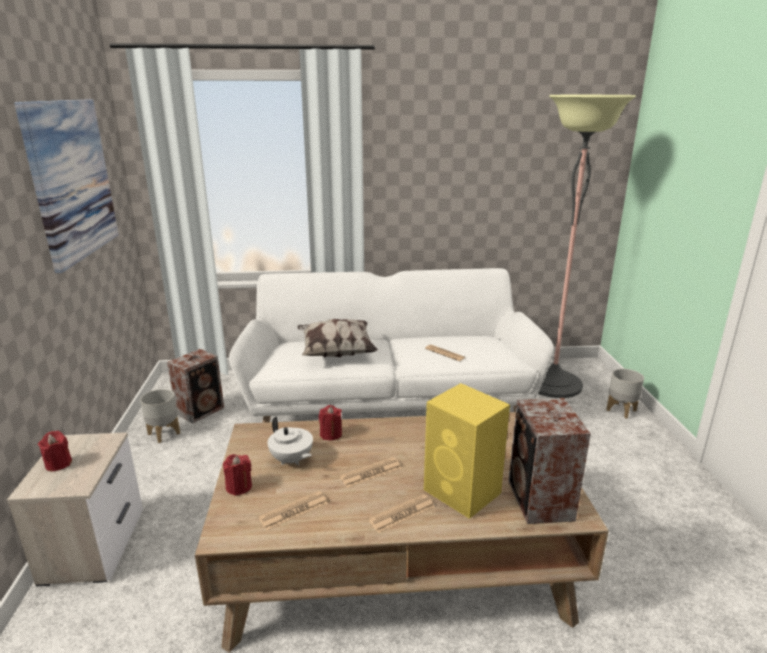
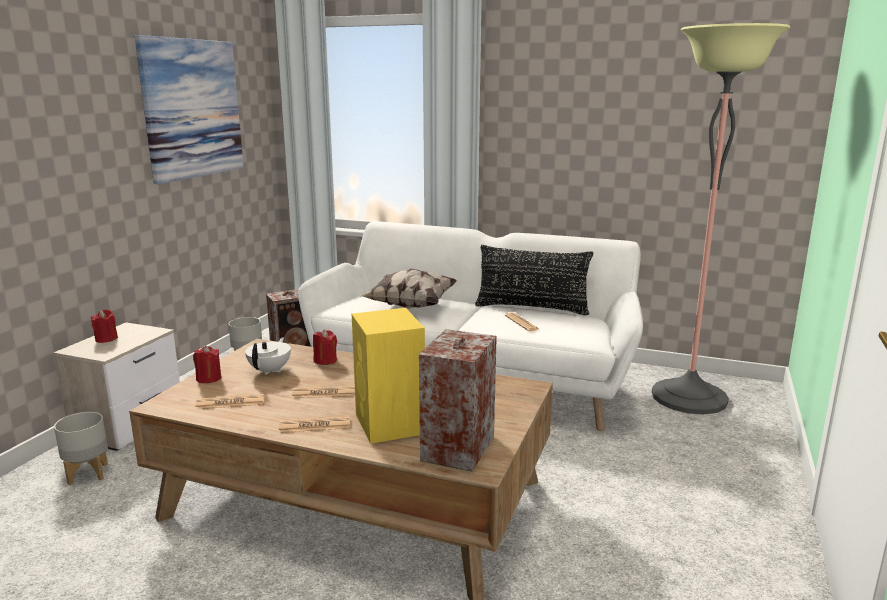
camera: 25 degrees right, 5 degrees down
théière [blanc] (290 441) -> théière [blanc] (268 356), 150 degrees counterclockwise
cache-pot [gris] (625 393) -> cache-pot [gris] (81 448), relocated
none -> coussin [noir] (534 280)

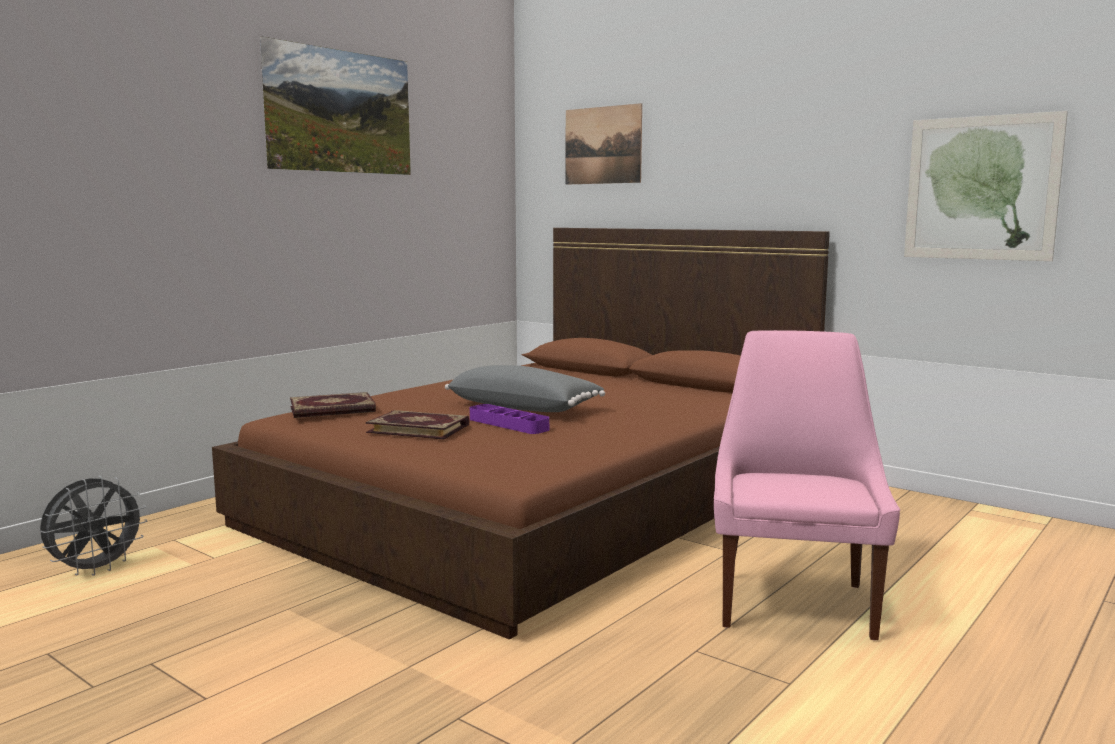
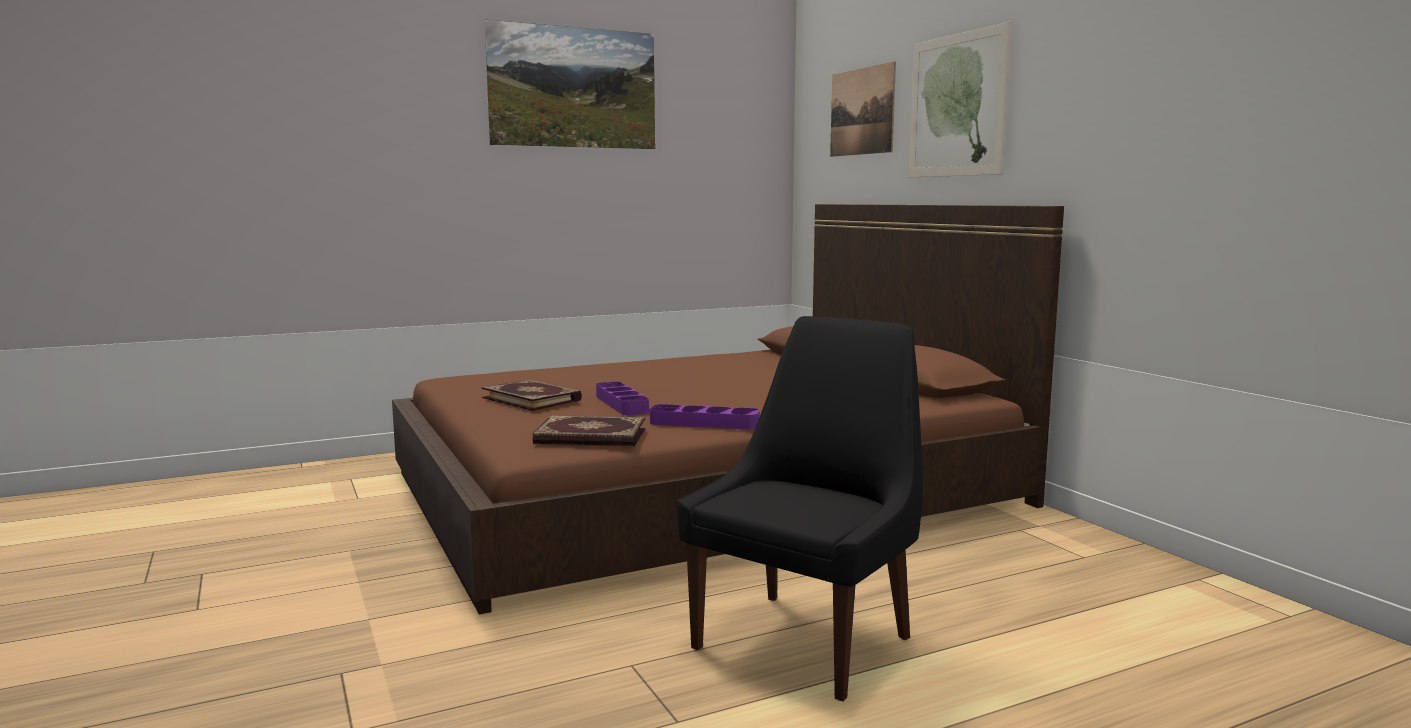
camera: 25 degrees right, 0 degrees up
ventilateur [gris] (93 526) -> none
livre (333 405) -> livre (589 430), relocated
coussin [gris] (525 388) -> none
chaise [rose] (807 485) -> chaise [noir] (800 508)
tableau (986 186) -> tableau (960 99), relocated
none -> plateau [violet] (705 417)

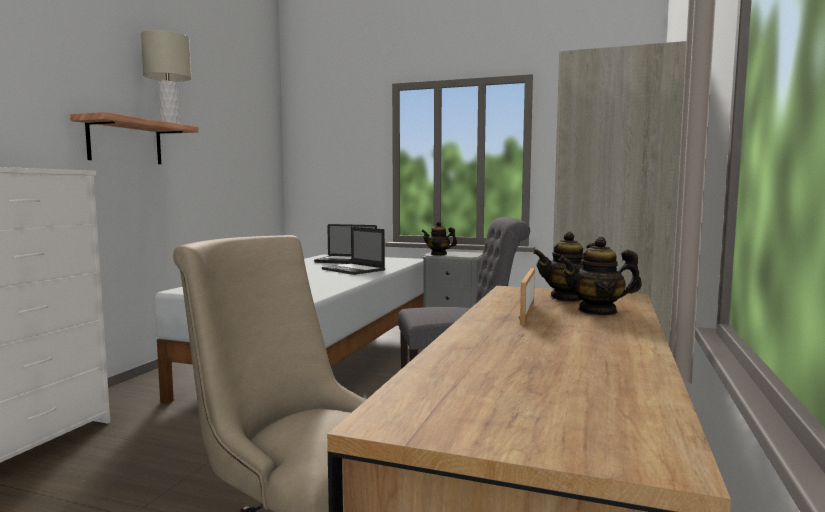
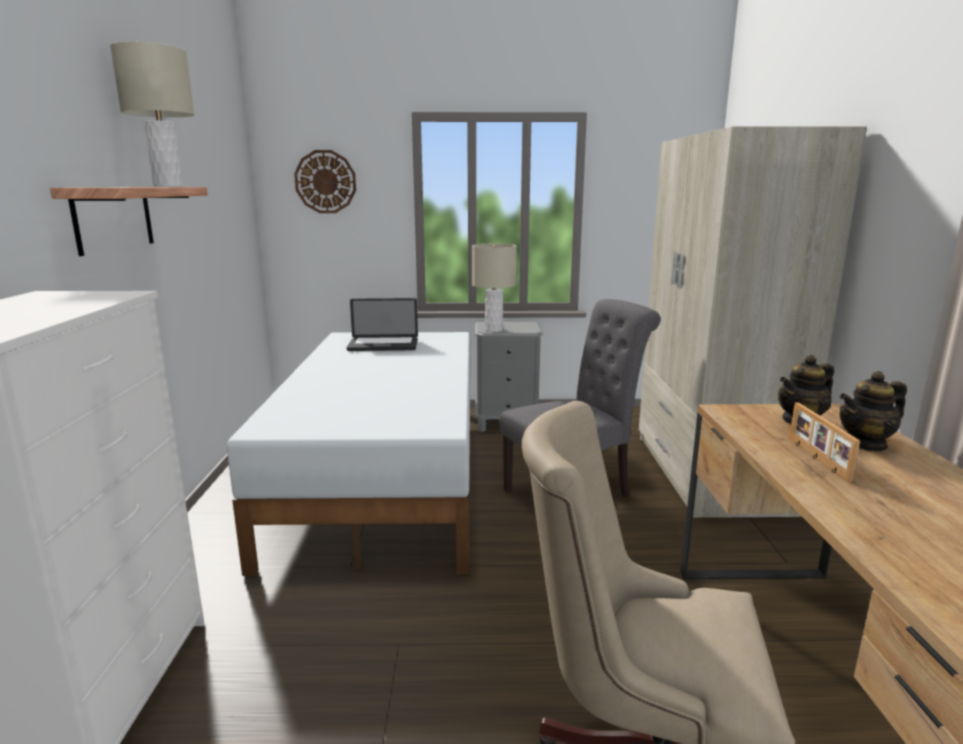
camera: 20 degrees left, 10 degrees up
ordinateur portable (353 251) -> none
théière (439 238) -> lampe de table [beige] (494 288)
none -> horloge murale (325 181)

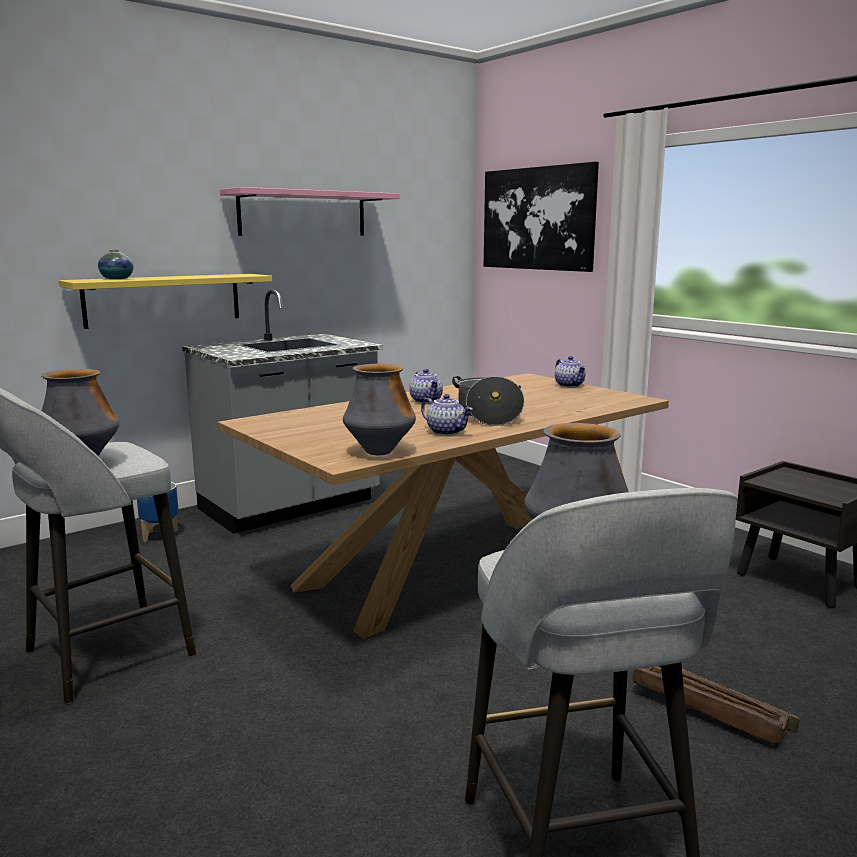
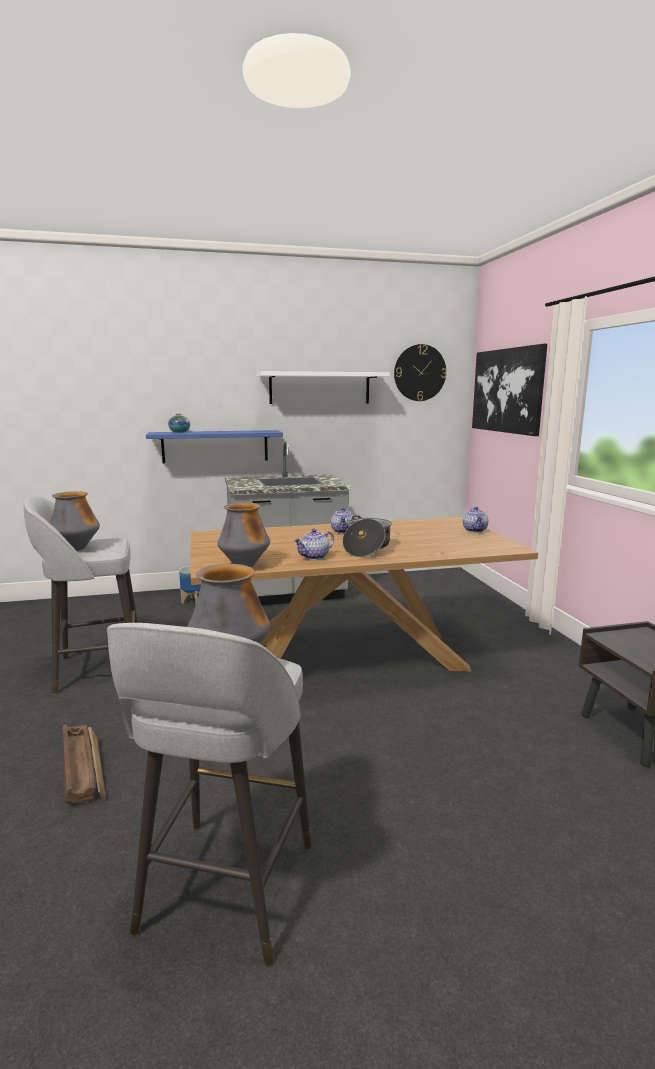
camera: 25 degrees right, 0 degrees up
étagère [jaune] (165 301) -> étagère [bleu] (214 446)
étagère [rose] (309 211) -> étagère [blanc] (323 387)
théière (447 414) -> théière (314 544), 75 degrees clockwise
caisse (716 705) -> caisse (84 764), relocated
none -> horloge murale (420 372)

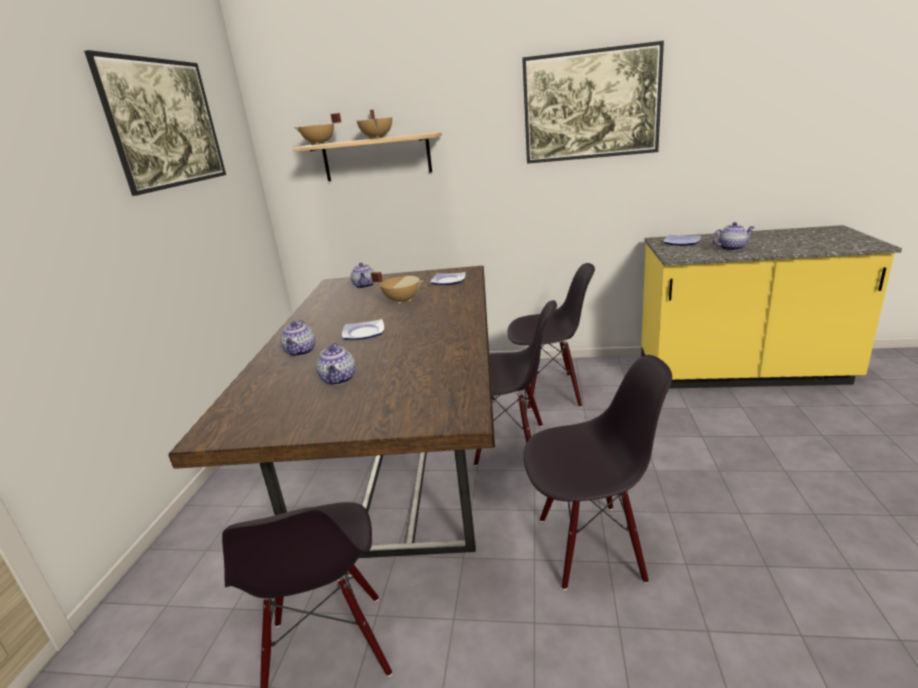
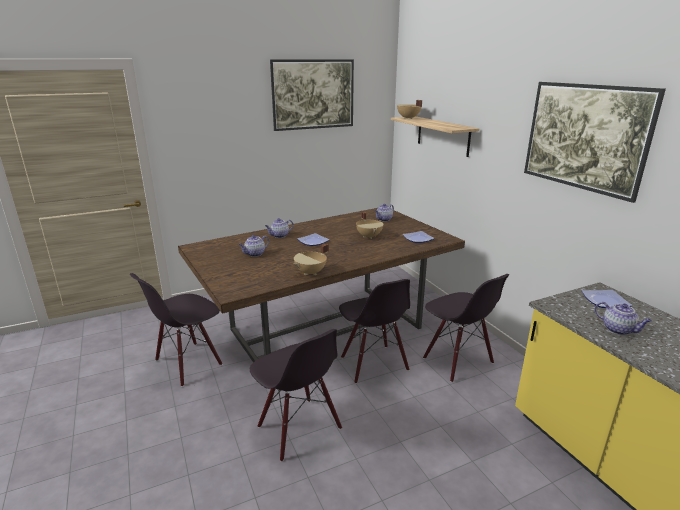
camera: 55 degrees right, 0 degrees up
marmite [beige] (375 124) -> marmite [beige] (311 259), relocated

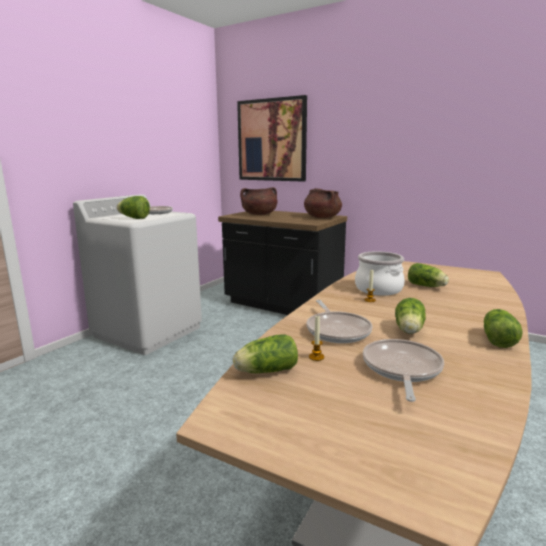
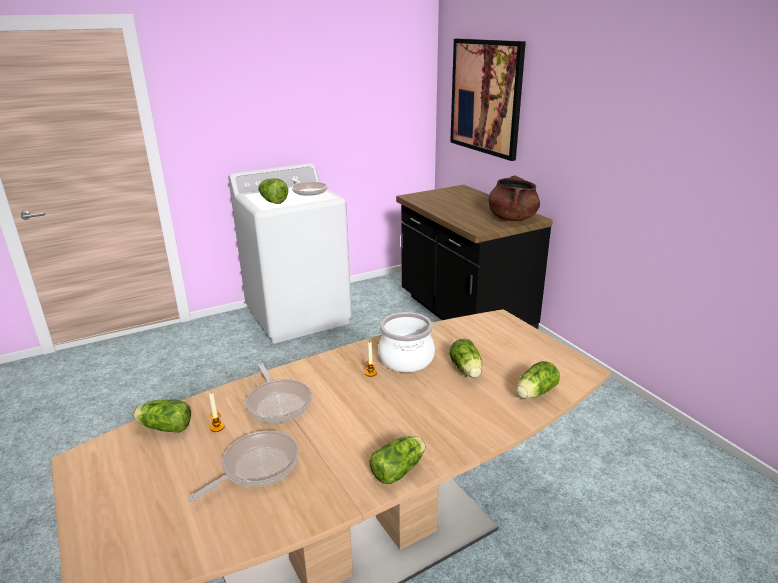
camera: 30 degrees right, 10 degrees up
marmite [marron] (259 201) -> none
poêle (339 321) -> poêle (279 393), 45 degrees counterclockwise
laitue (410 316) -> laitue (538 380), relocated

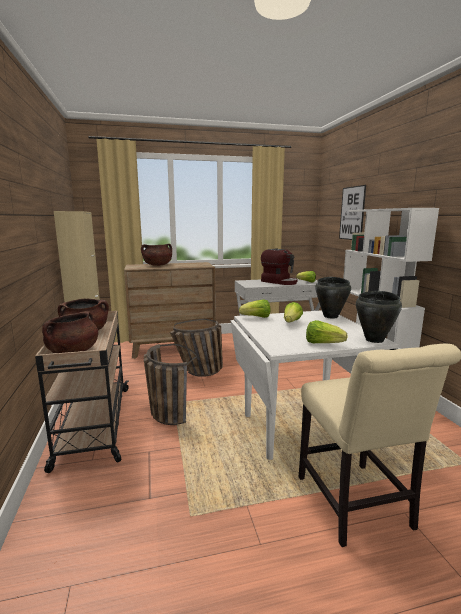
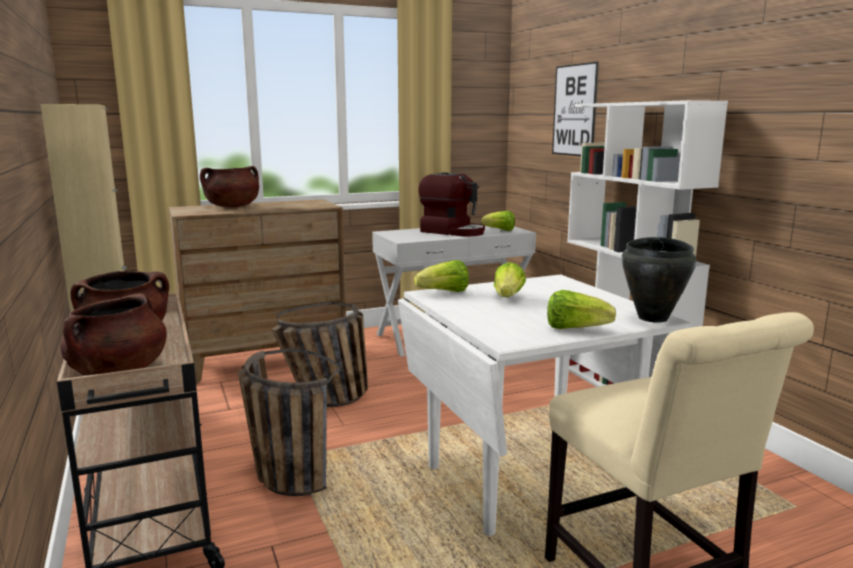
camera: 10 degrees left, 0 degrees up
marmite [noir] (333 298) -> none

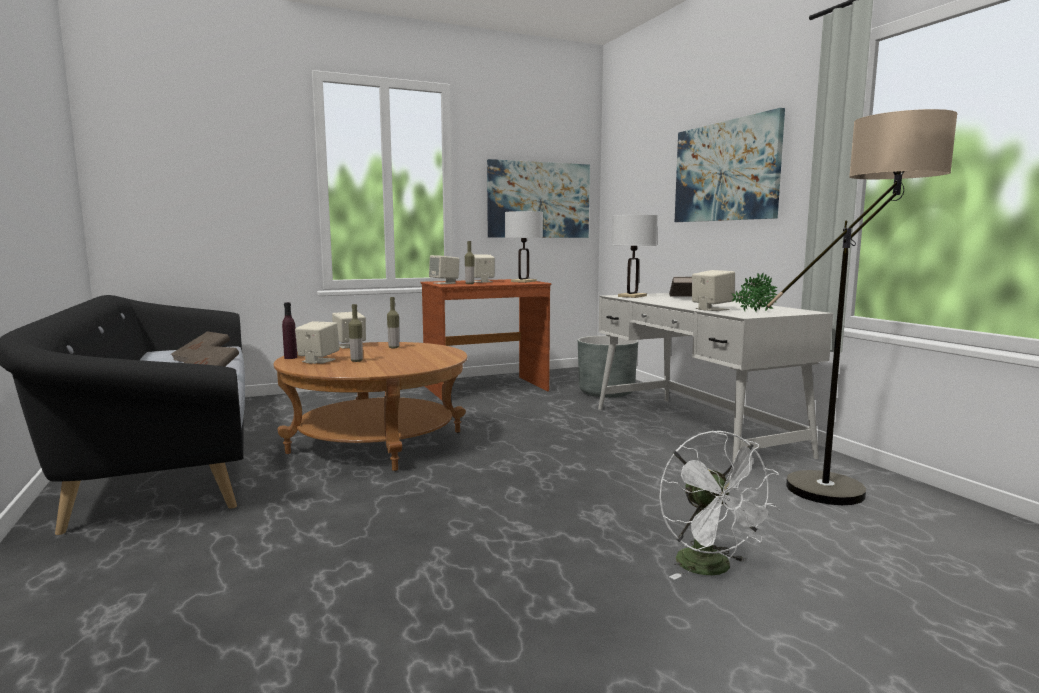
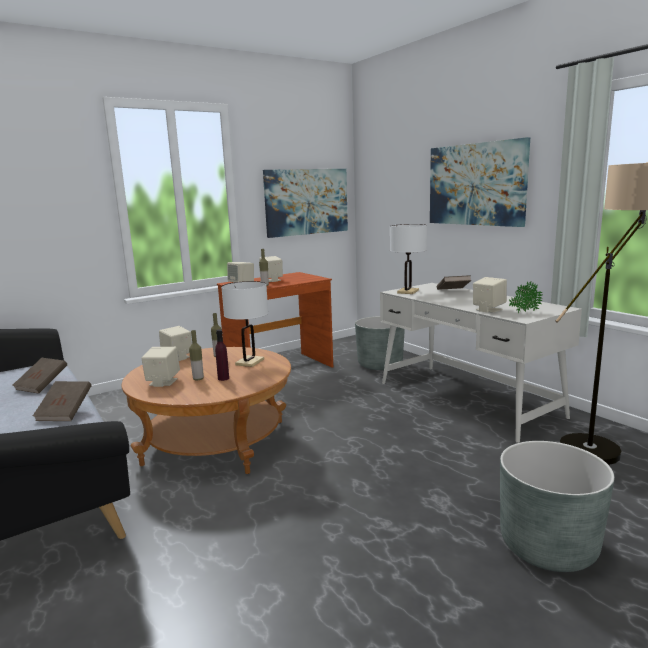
camera: 10 degrees left, 5 degrees up
bouteille [violet] (289 330) -> bouteille [violet] (222 355), relocated
lampe de table [blanc] (524 247) -> lampe de table [blanc] (244 324), relocated
ventilateur [blanc] (719 505) -> cache-pot [gris] (557 506)

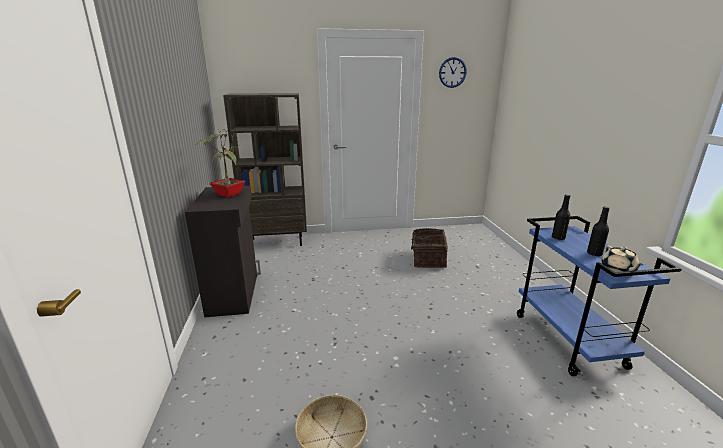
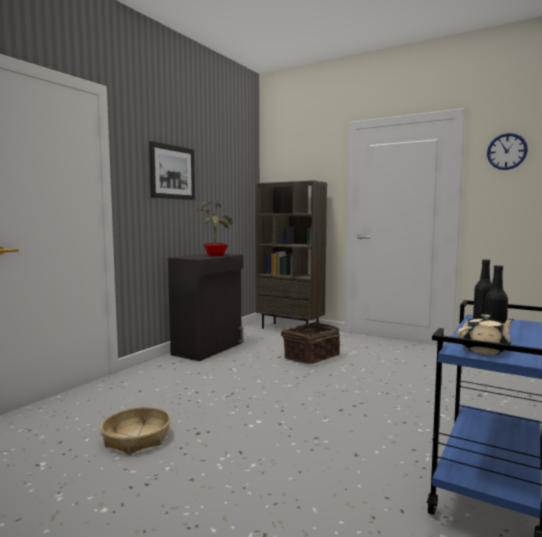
camera: 40 degrees right, 15 degrees down
panier (429 248) -> panier (309 343), relocated
théière [beige] (622 258) -> théière [beige] (485 334), 150 degrees counterclockwise
none -> tableau (172 170)

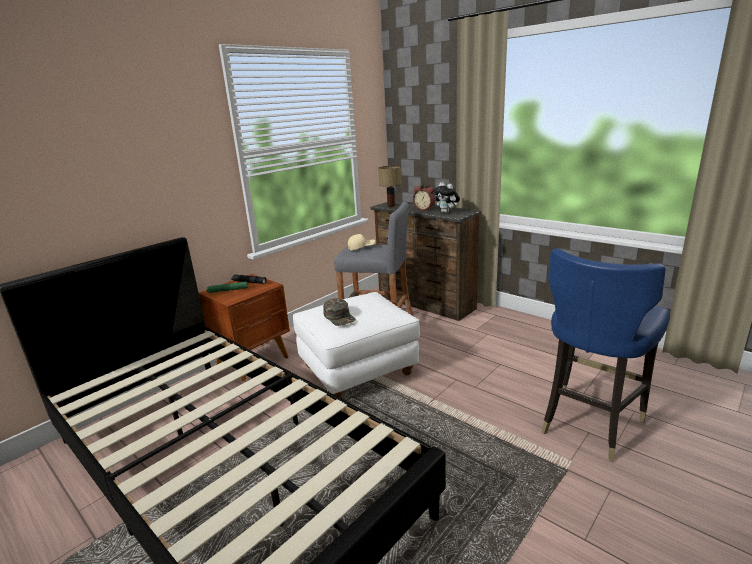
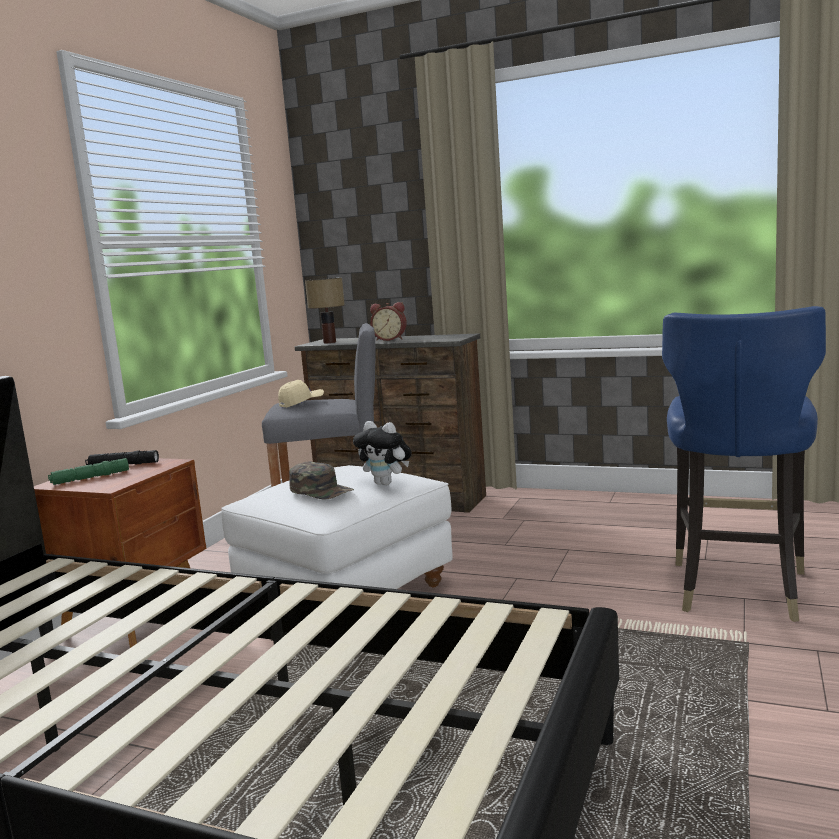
camera: 20 degrees left, 10 degrees down
peluche (446 197) -> peluche (382 453), relocated

